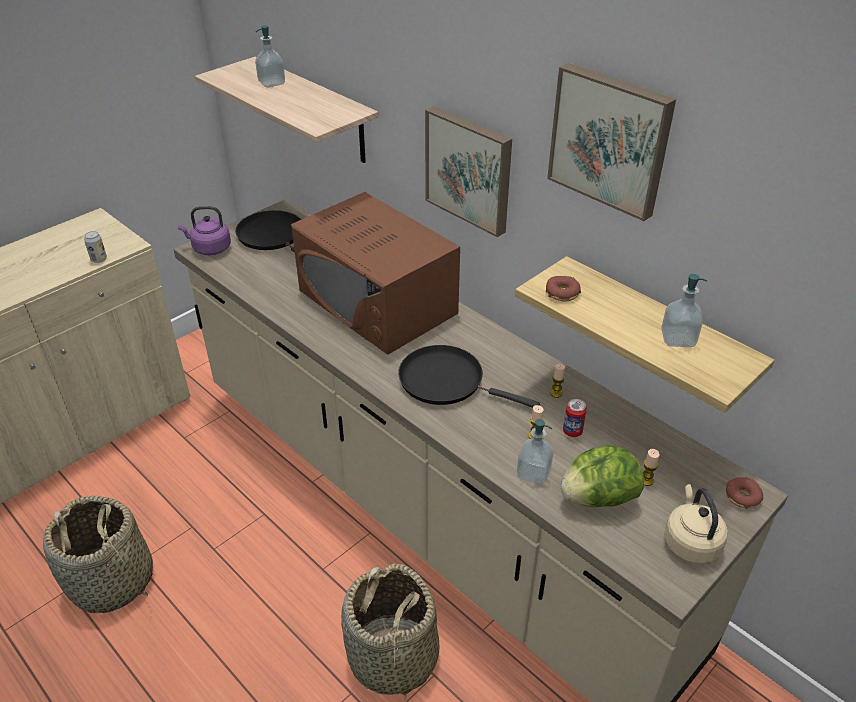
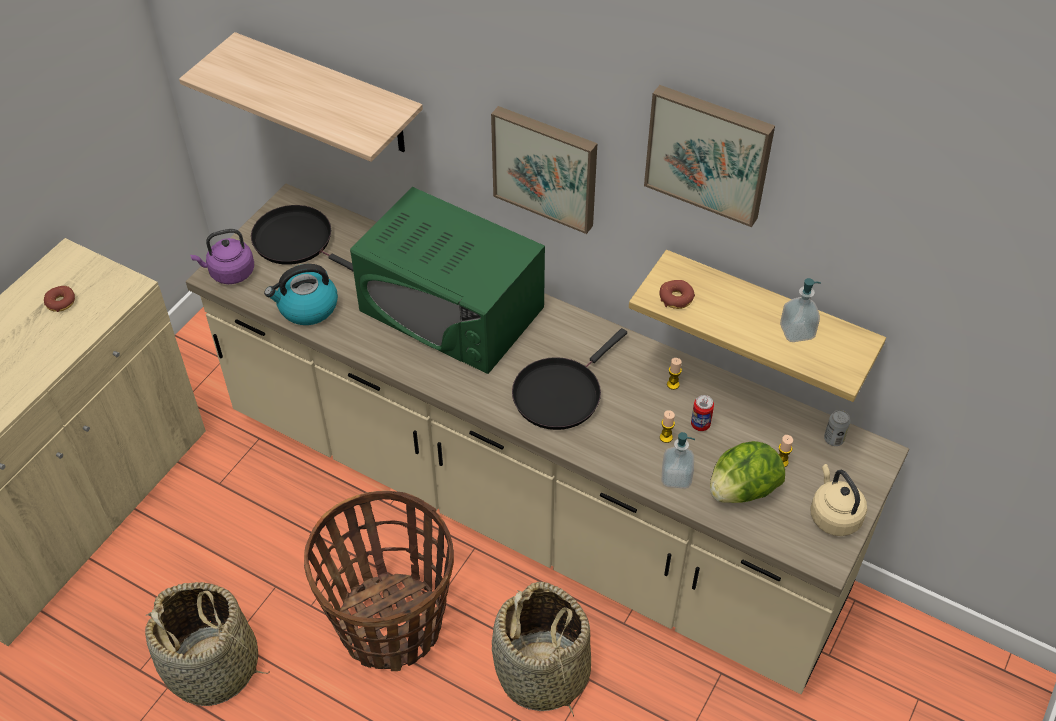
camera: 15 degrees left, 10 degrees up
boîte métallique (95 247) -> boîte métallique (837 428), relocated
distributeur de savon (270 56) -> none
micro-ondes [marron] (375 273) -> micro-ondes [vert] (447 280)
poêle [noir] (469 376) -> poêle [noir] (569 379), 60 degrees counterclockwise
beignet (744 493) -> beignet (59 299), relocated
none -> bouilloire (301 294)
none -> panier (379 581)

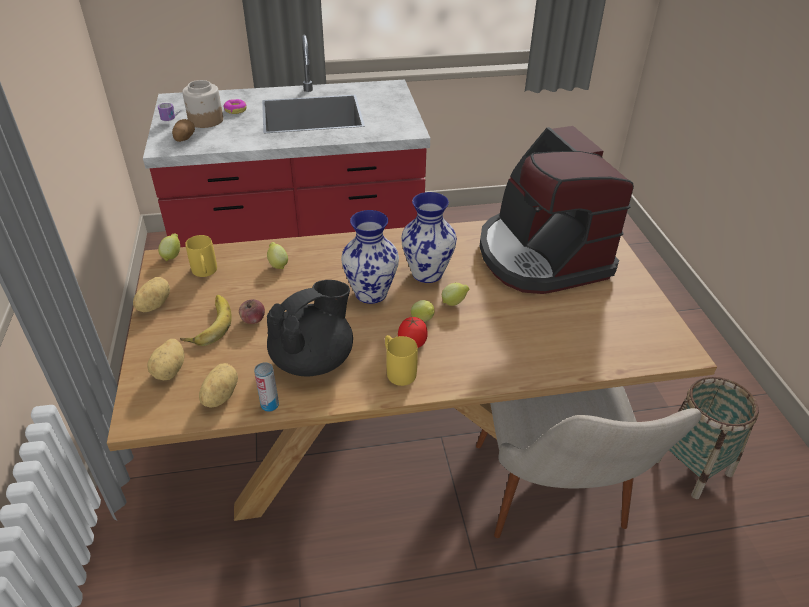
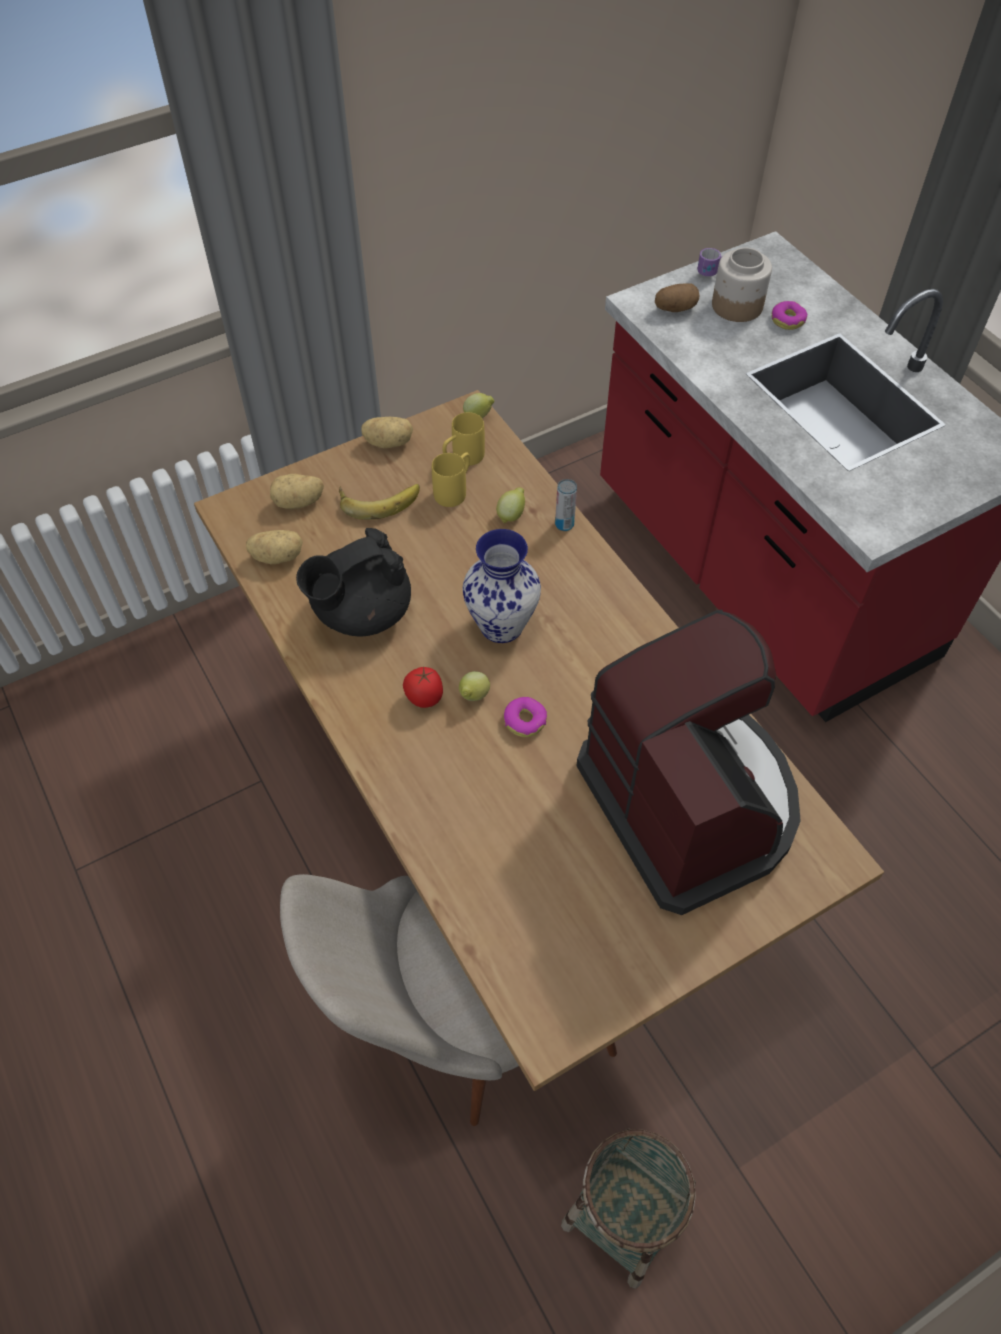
camera: 70 degrees right, 15 degrees up
pomme (252 311) -> none
boîte métallique (266 387) -> boîte métallique (566 505), relocated
théière [noir] (310 328) -> théière [noir] (353 582), 120 degrees clockwise
mug [jaune] (401 360) -> mug [jaune] (451 479), relocated
vase (429 237) -> none
citron (456 294) -> beignet (525 717)
machine à café (556 210) -> machine à café (688 762), 105 degrees clockwise

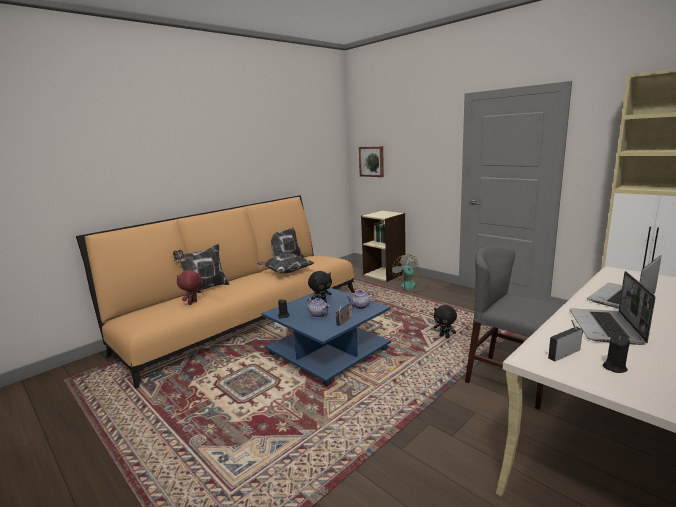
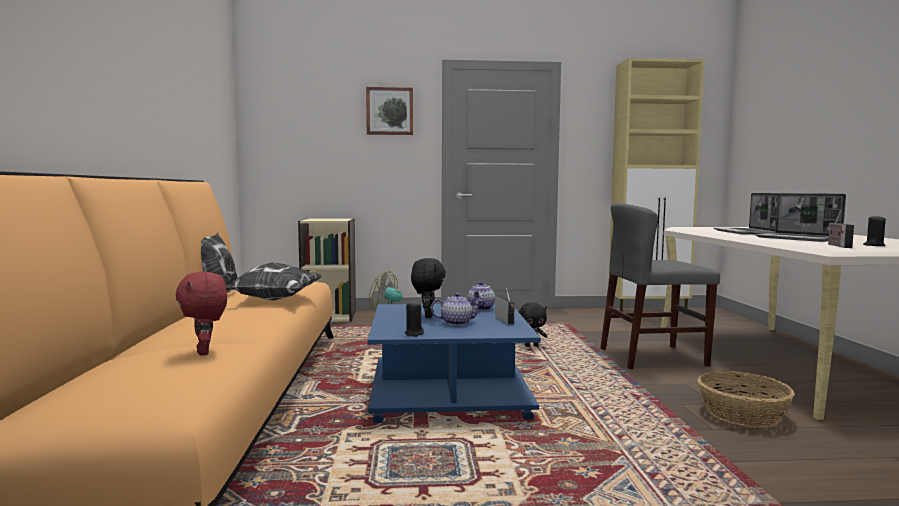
camera: 50 degrees left, 10 degrees down
coussin (201 267) -> none
tableau (371 161) -> tableau (389 111), relocated
none -> panier (746 399)

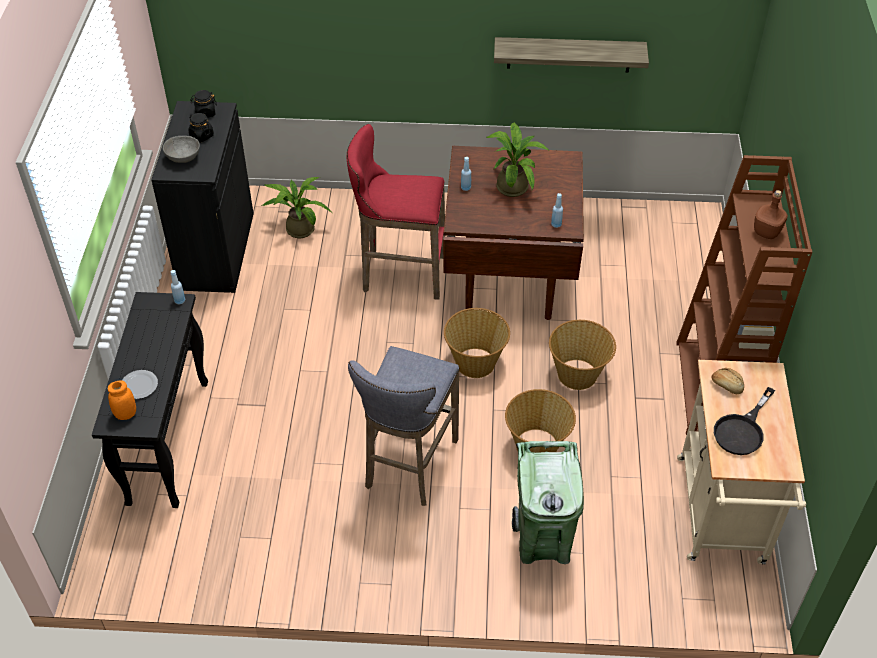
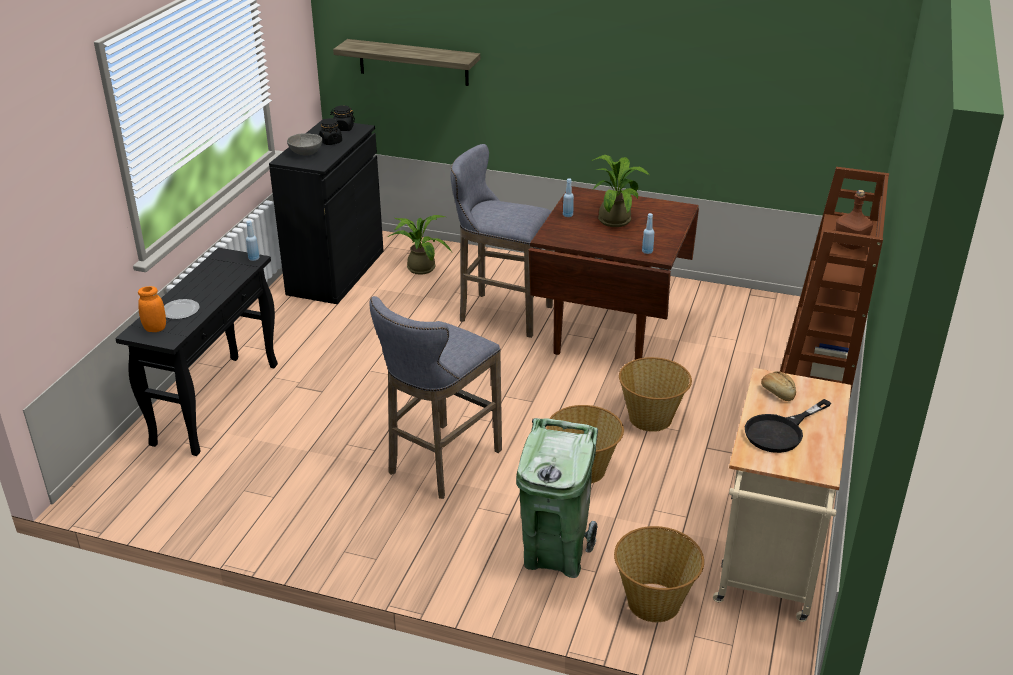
camera: 15 degrees right, 15 degrees down
tabouret [rouge] (396 212) -> tabouret [gris] (502 241)
panier (477 343) -> panier (659 574), relocated
étagère (571 54) -> étagère (406 62), relocated

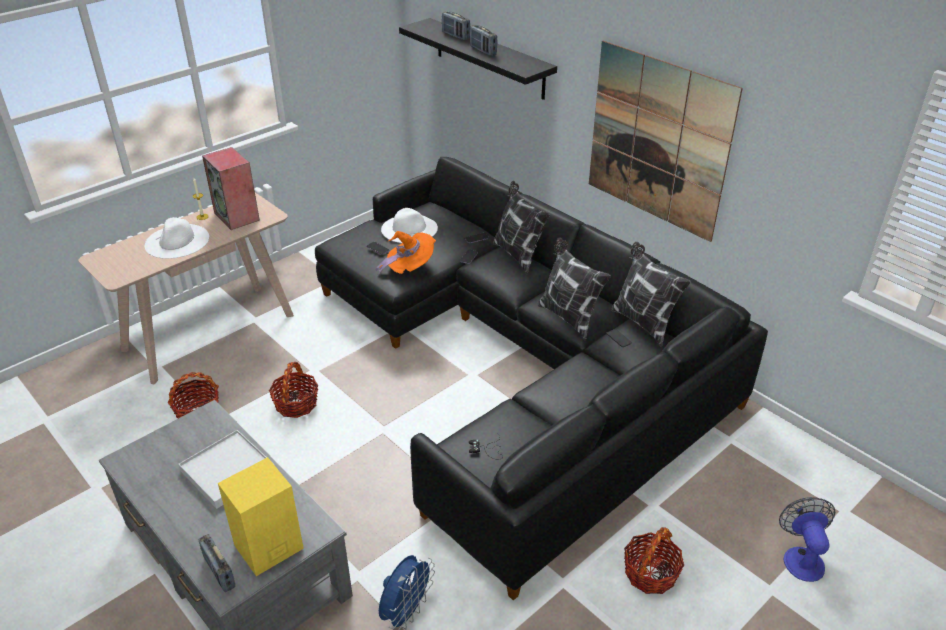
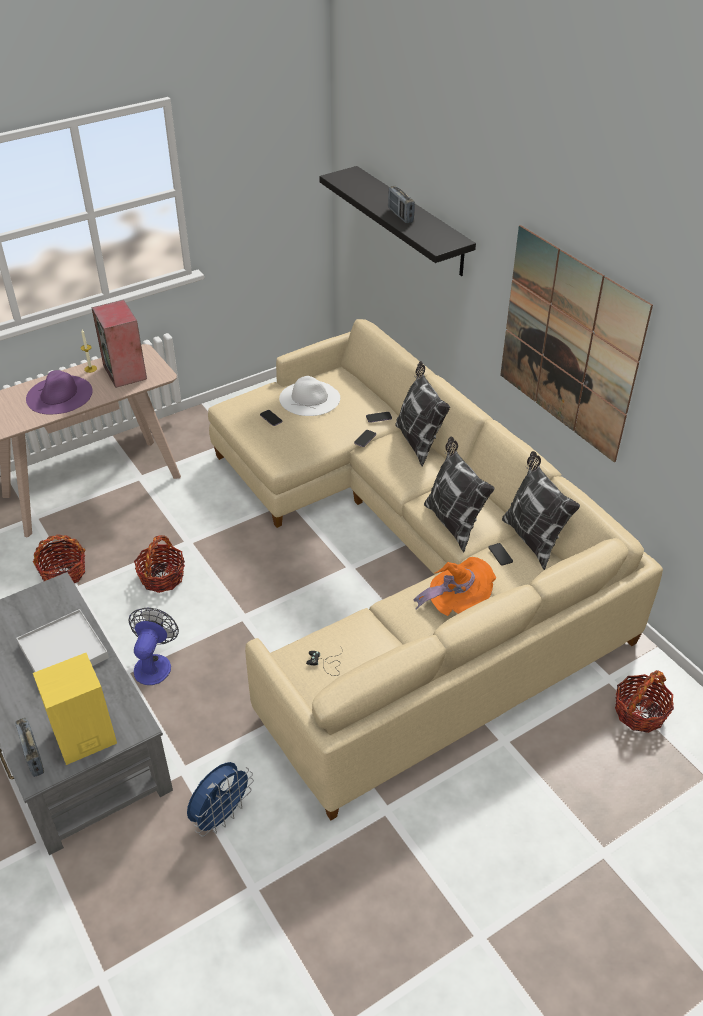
camera: 10 degrees right, 5 degrees up
chapeau [blanc] (177 238) -> chapeau [violet] (59 392)
canapé [noir] (541 378) -> canapé [beige] (435 569)
chapeau [orange] (406 253) -> chapeau [orange] (455 586), relocated
radio (456 25) -> none
panier (654 560) -> panier (644 701), relocated
ventilateur (807 539) -> ventilateur (154 646), relocated

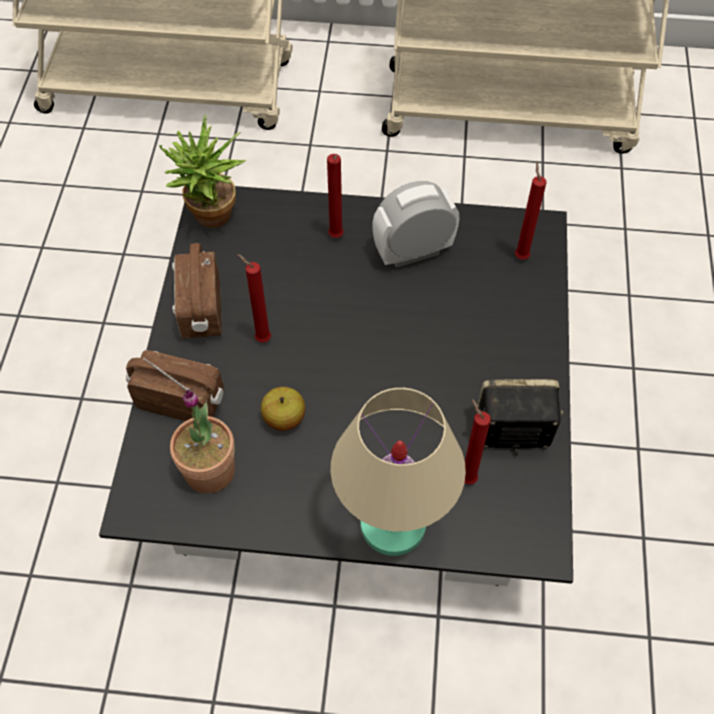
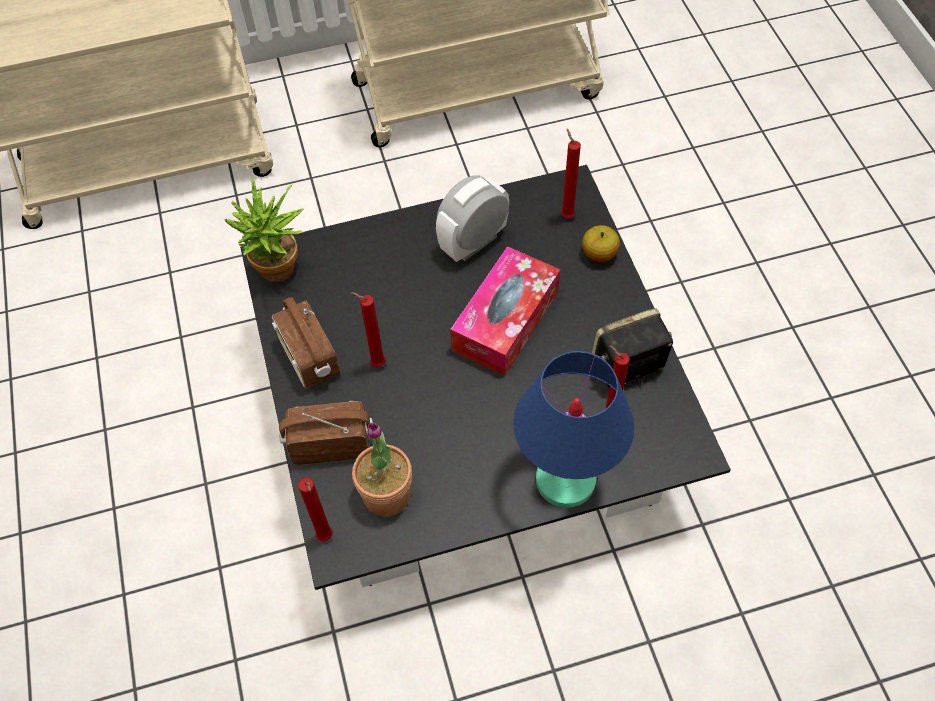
camera: 20 degrees left, 0 degrees up
pomme (283 409) -> pomme (601 243), relocated
bougie [rouge] (335 196) -> bougie [rouge] (315 510), relocated
lampe de table [beige] (398 472) -> lampe de table [bleu] (573 429)
none -> boîte à mouchoirs (505 311)

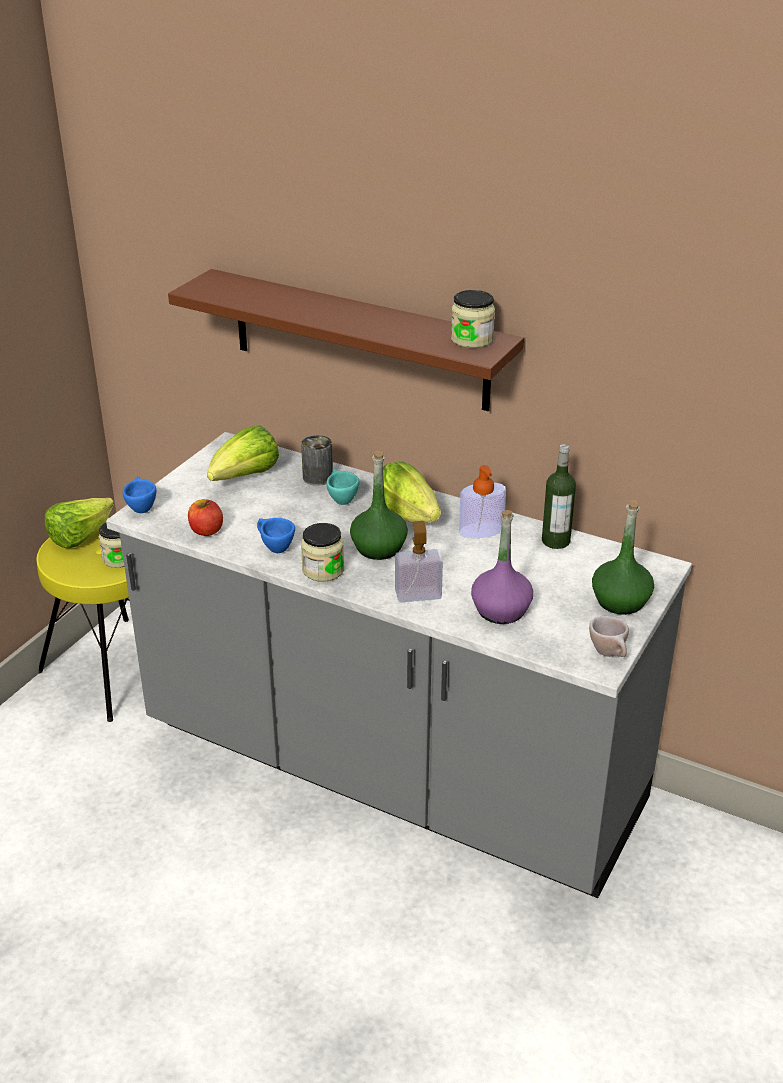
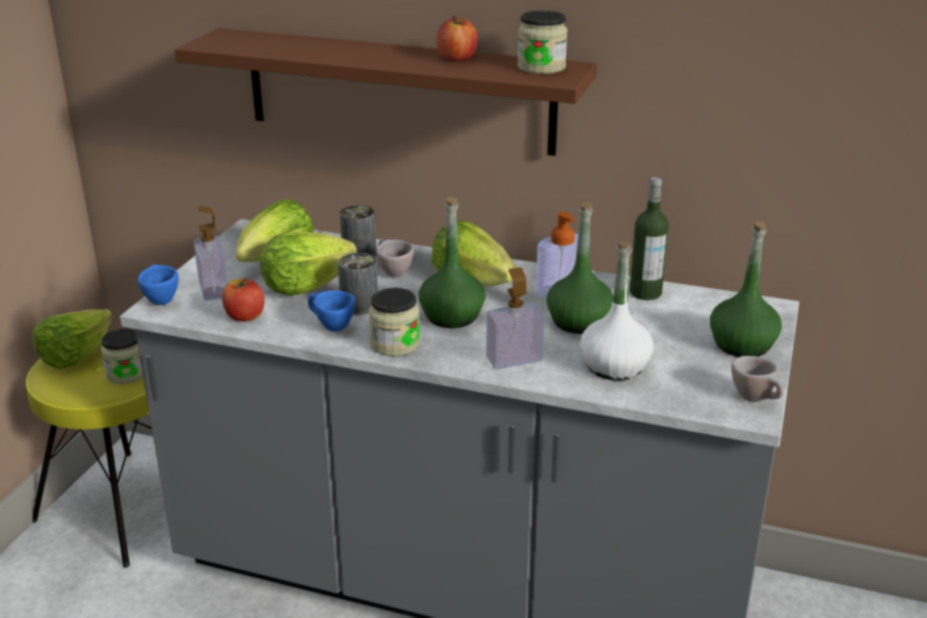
camera: 10 degrees left, 5 degrees down
tasse [turquoise] (342 487) -> tasse [beige] (395 258)
bouteille [violet] (502 567) -> bouteille [blanc] (616 311)
none -> distributeur de savon (211 253)
none -> laitue (308 263)
none -> boîte métallique (358 284)
none -> pomme (457 38)
none -> bouteille [vert] (579 268)

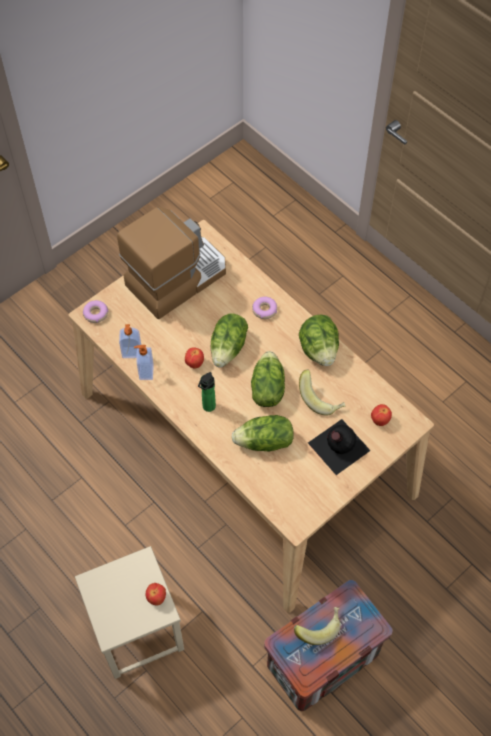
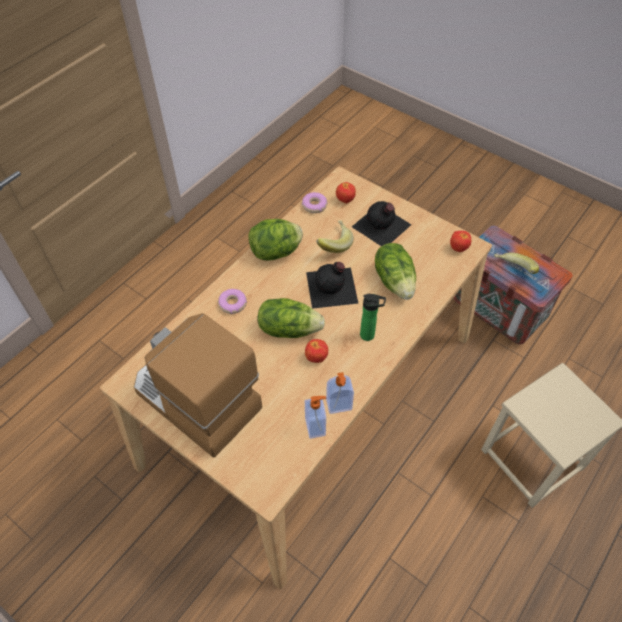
camera: 100 degrees left, 5 degrees down
beignet (96 311) -> beignet (314 202), relocated
pomme (155 594) -> pomme (460 241), relocated
laitue (268 379) -> bouteille [noir] (332 285)

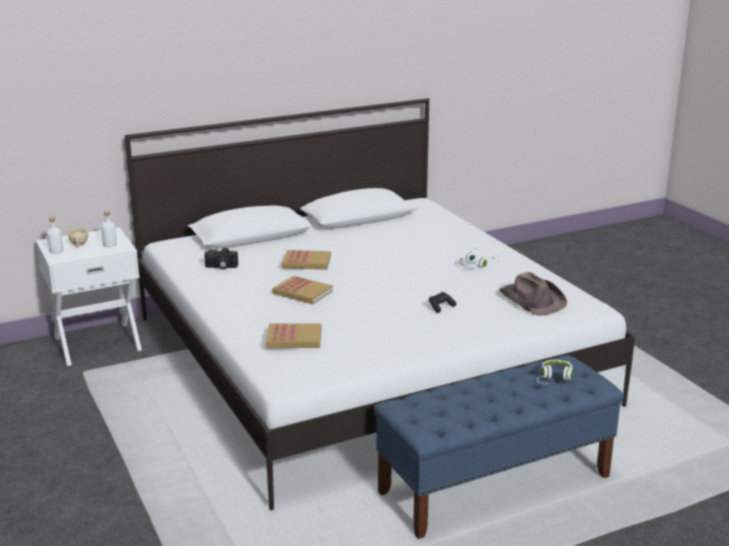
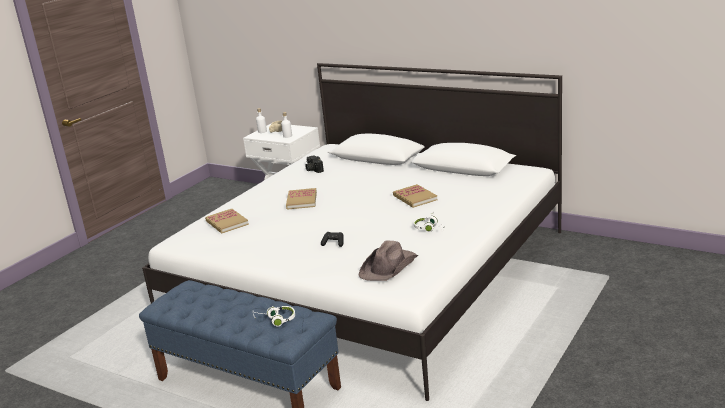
camera: 60 degrees right, 0 degrees up
livre (306 260) -> livre (415 196), relocated

